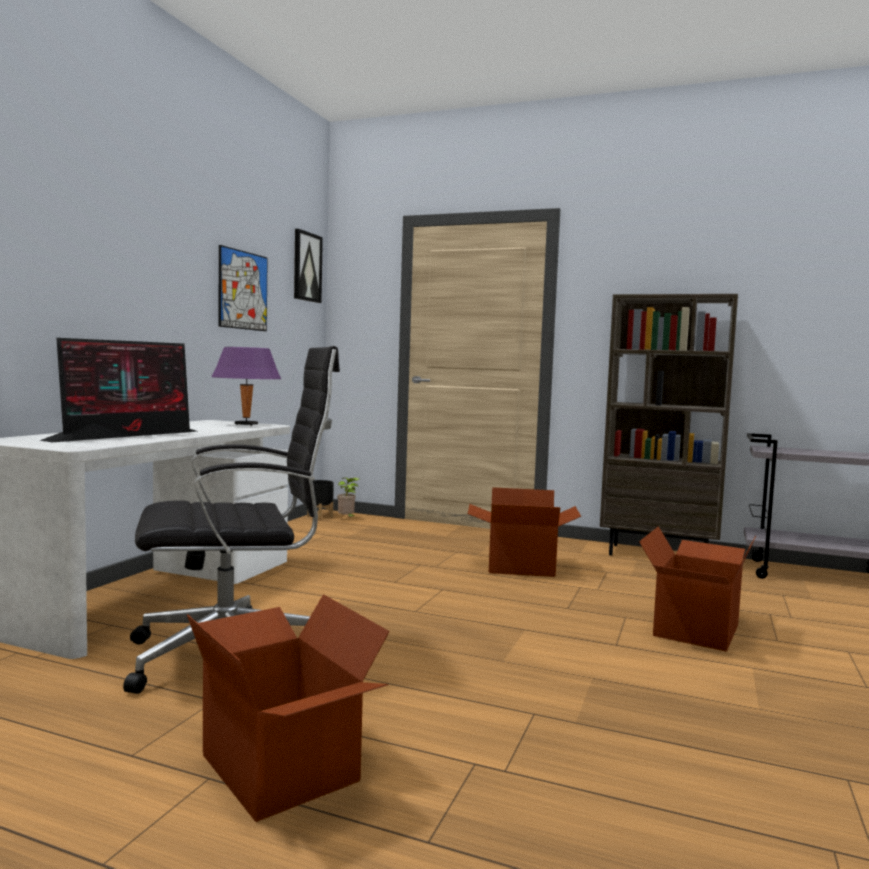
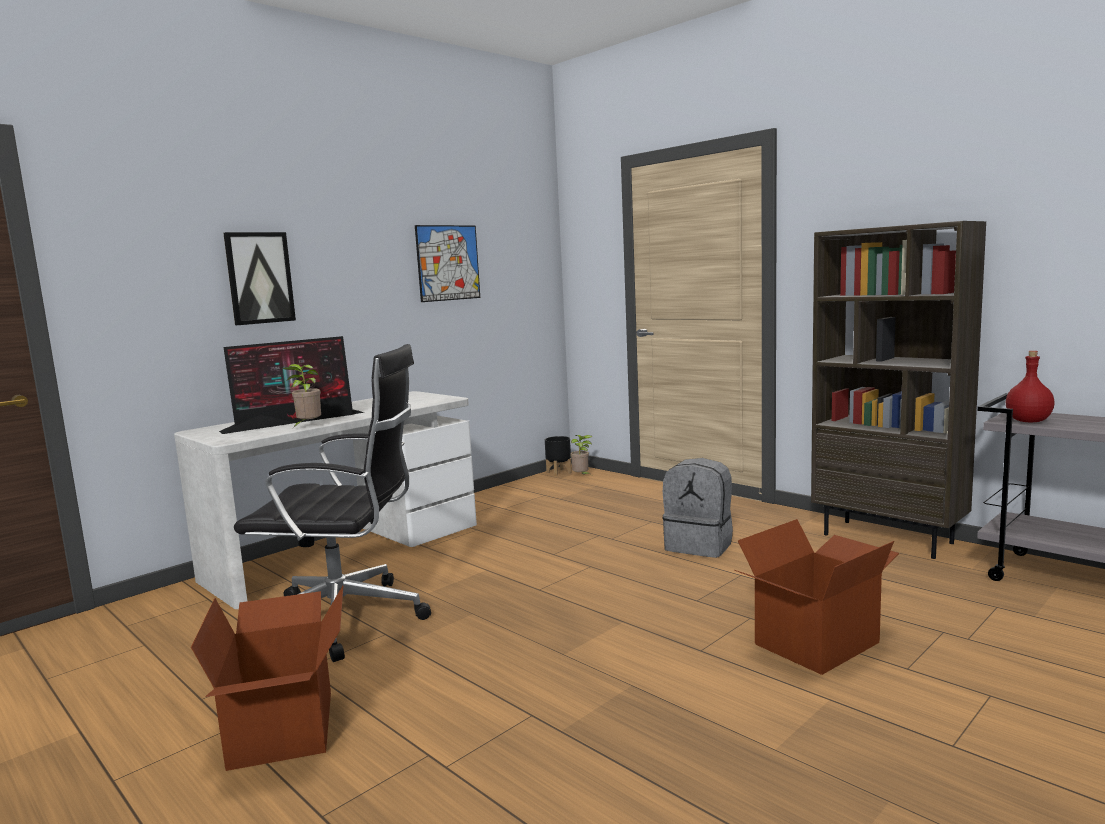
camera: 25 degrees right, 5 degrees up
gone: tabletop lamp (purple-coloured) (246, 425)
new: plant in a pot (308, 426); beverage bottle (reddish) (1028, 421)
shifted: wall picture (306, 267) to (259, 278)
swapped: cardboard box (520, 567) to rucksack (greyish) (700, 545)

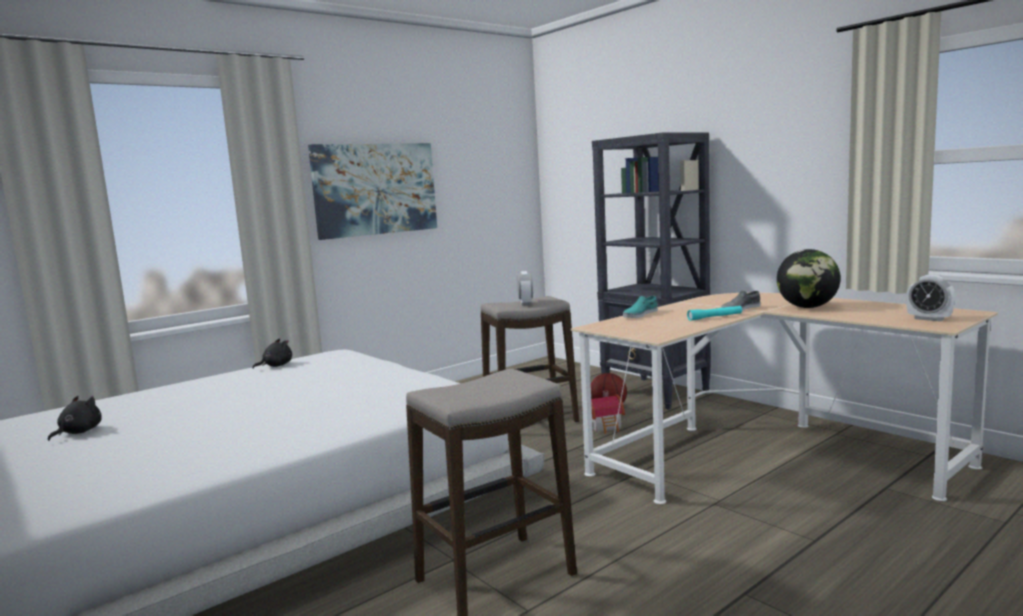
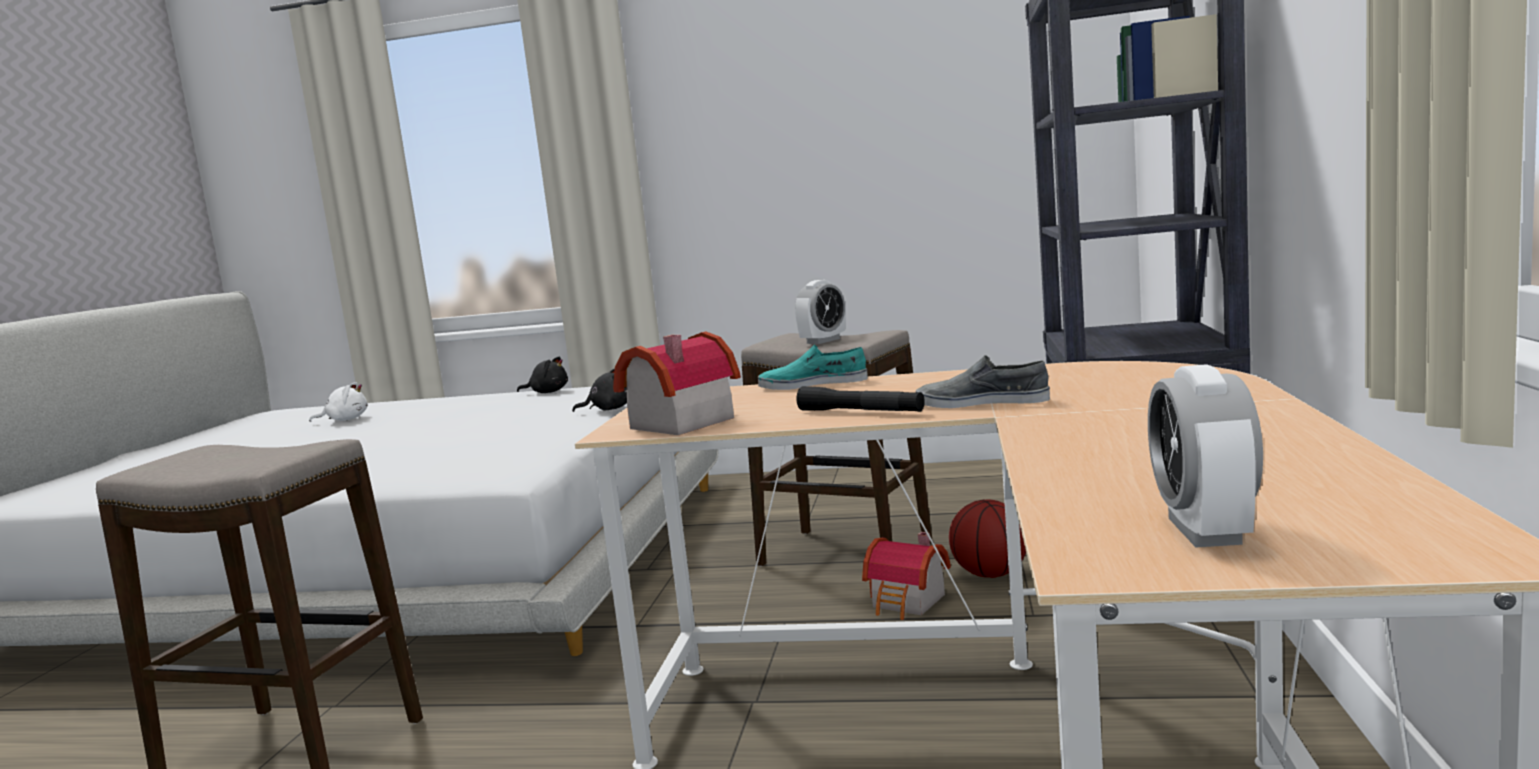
camera: 50 degrees right, 0 degrees up
gone: wall picture (375, 189); globe (807, 307)
new: cuddly toy (white-coloured) (345, 420); miniature house (675, 423)
shifted: cuddly toy (black-coloured) (78, 432) to (609, 409)
repainted: hand torch (blue-green) (715, 317) to hand torch (black-coloured) (860, 412)

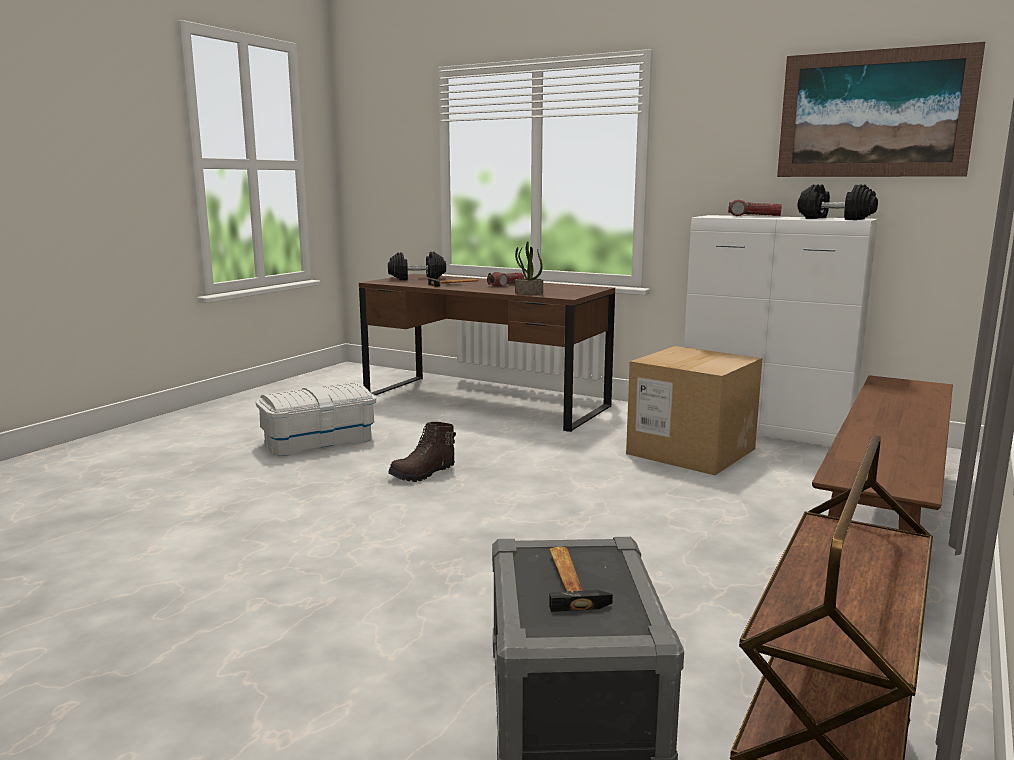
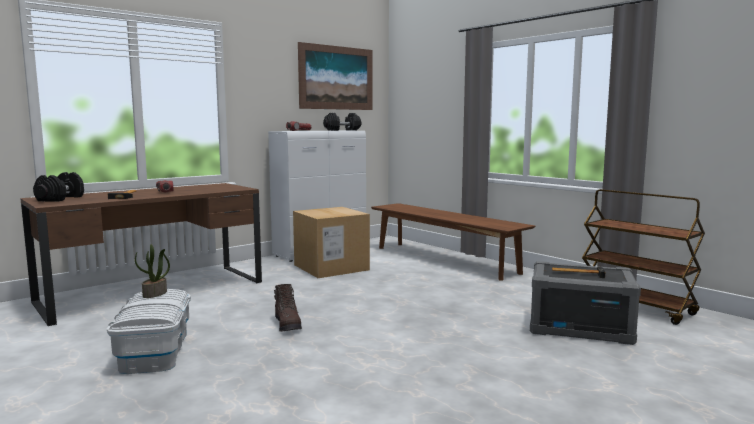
camera: 70 degrees left, 5 degrees down
shifted: plant in a pot (528, 293) to (155, 294)

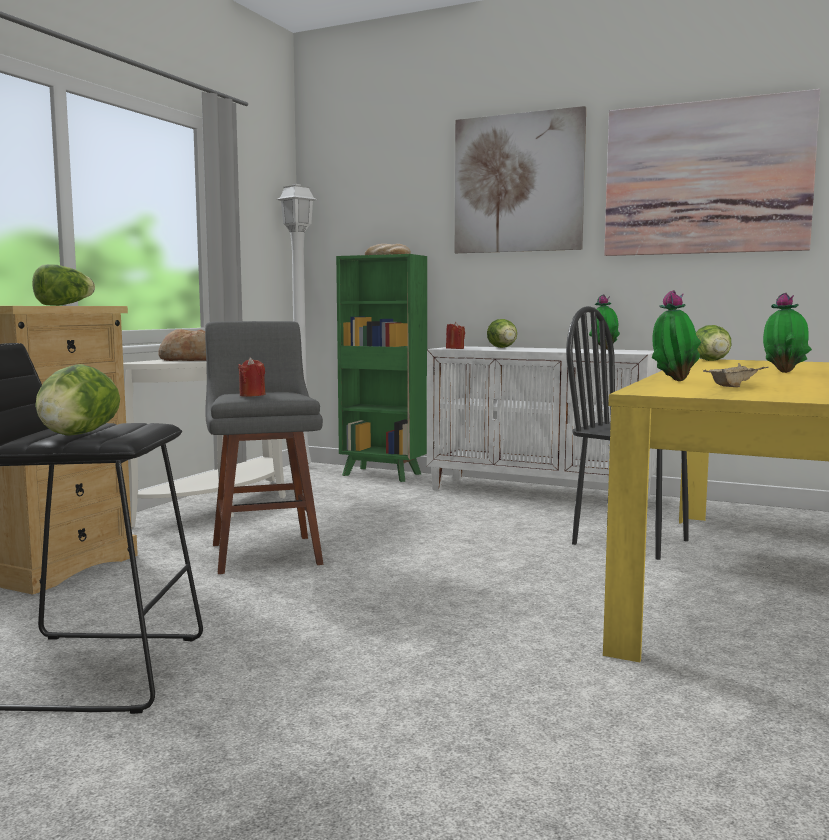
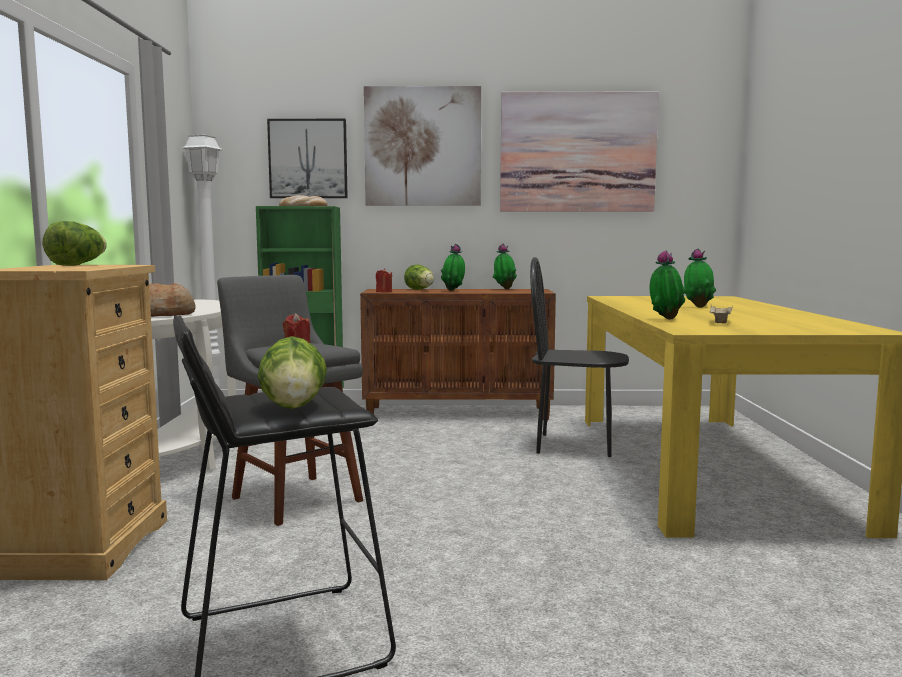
camera: 25 degrees left, 0 degrees up
gone: head of lettuce (713, 361)
new: wall picture (308, 159); plant in a pot (453, 290)
repainted: storage cabinet (white-coloured) (540, 493) to storage cabinet (brown-coloured) (458, 413)

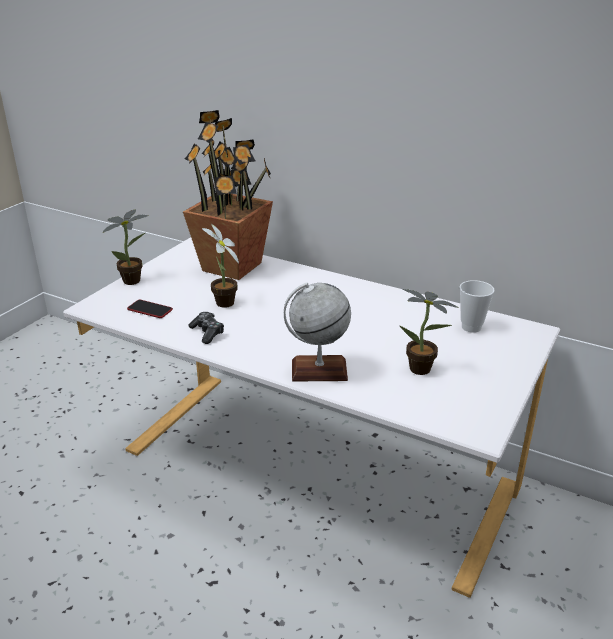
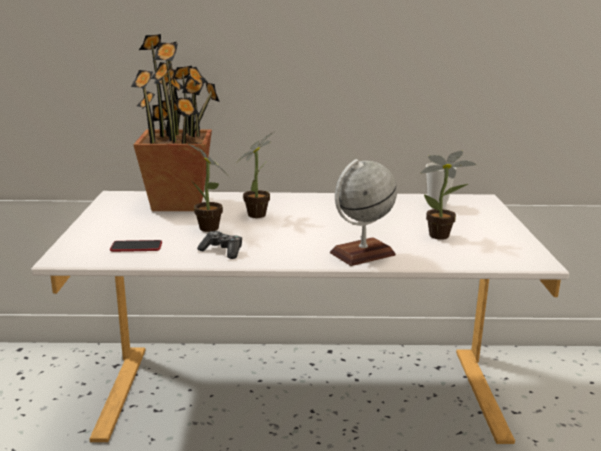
camera: 30 degrees left, 10 degrees down
shifted: plant in a pot (135, 280) to (259, 214)

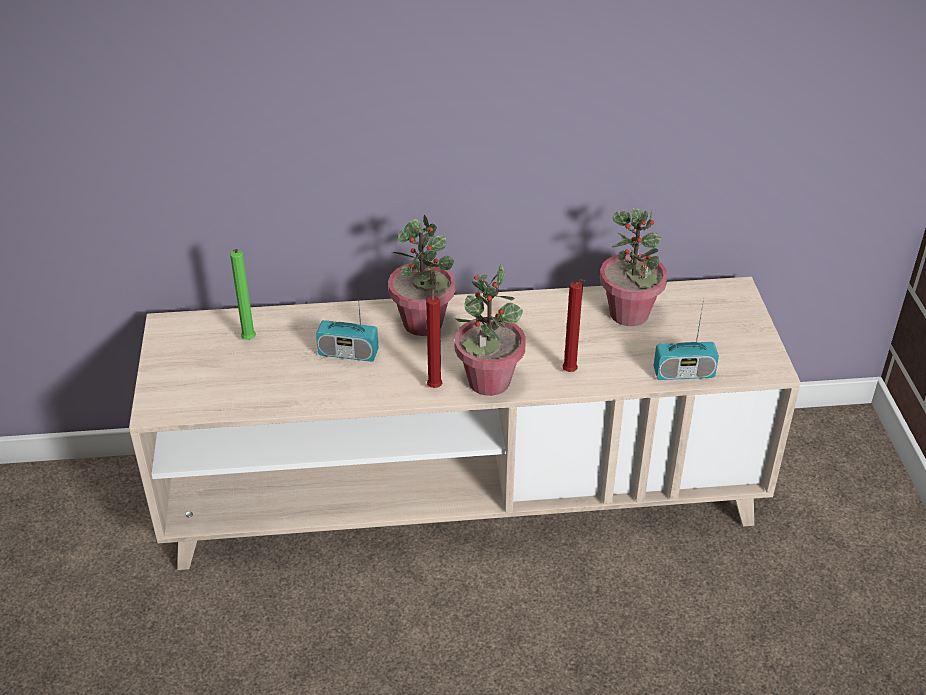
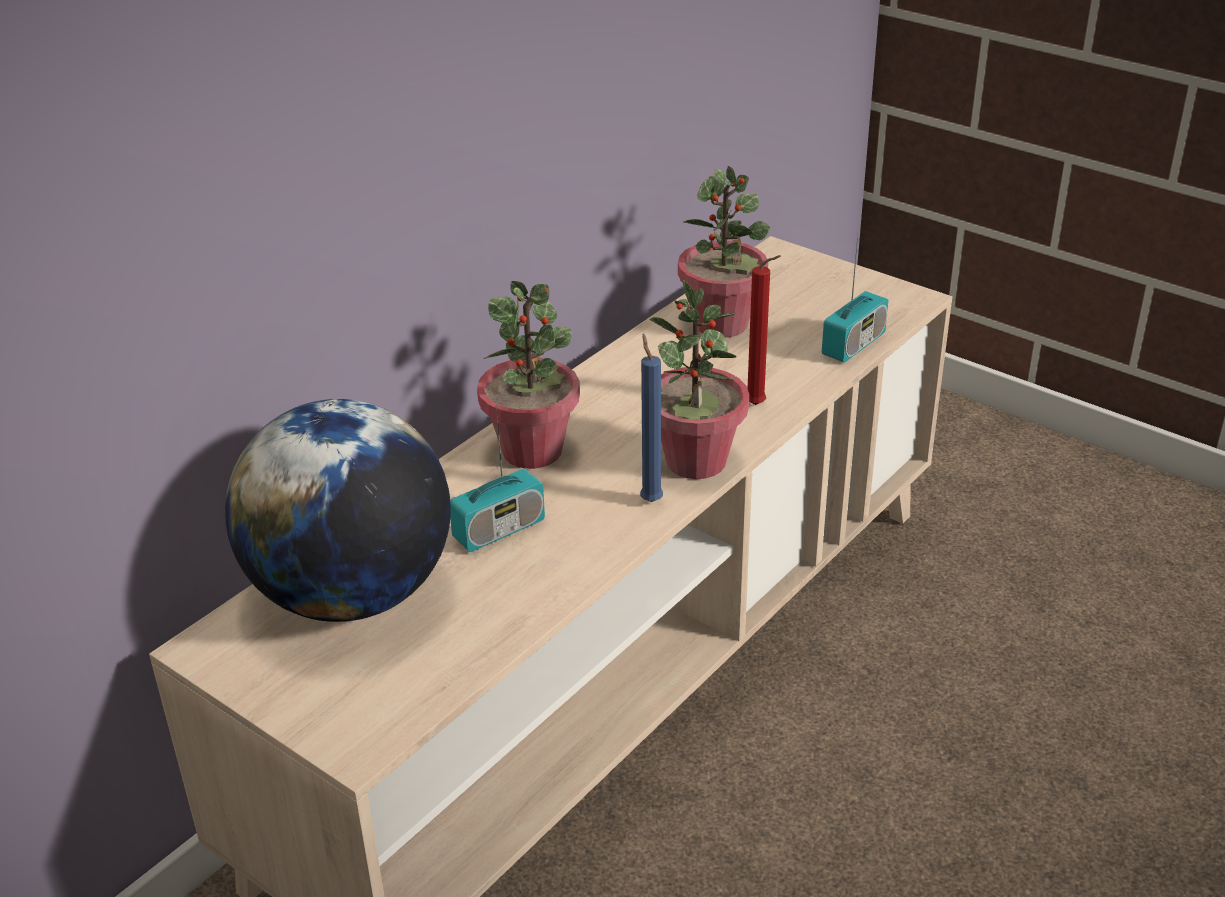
camera: 45 degrees left, 5 degrees down
swapped: wax candle (green-coloured) (248, 341) to globe (353, 594)
repainted: wax candle (reddish) (436, 386) to wax candle (blue) (650, 499)

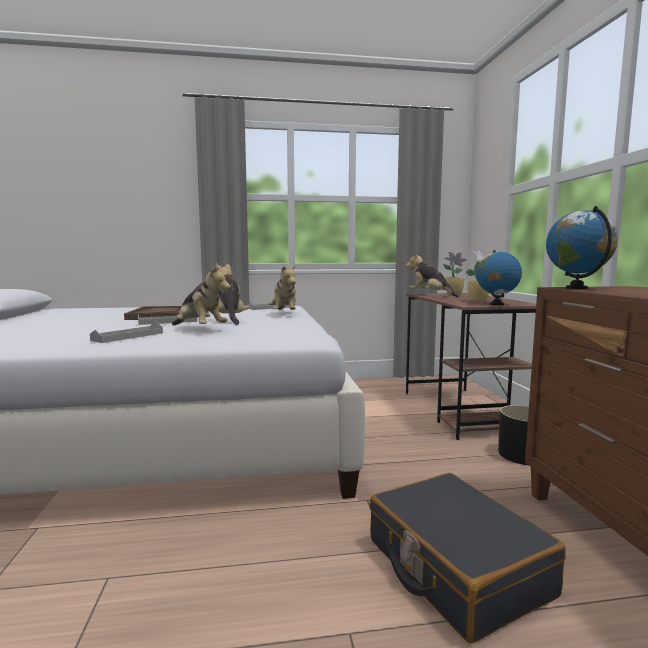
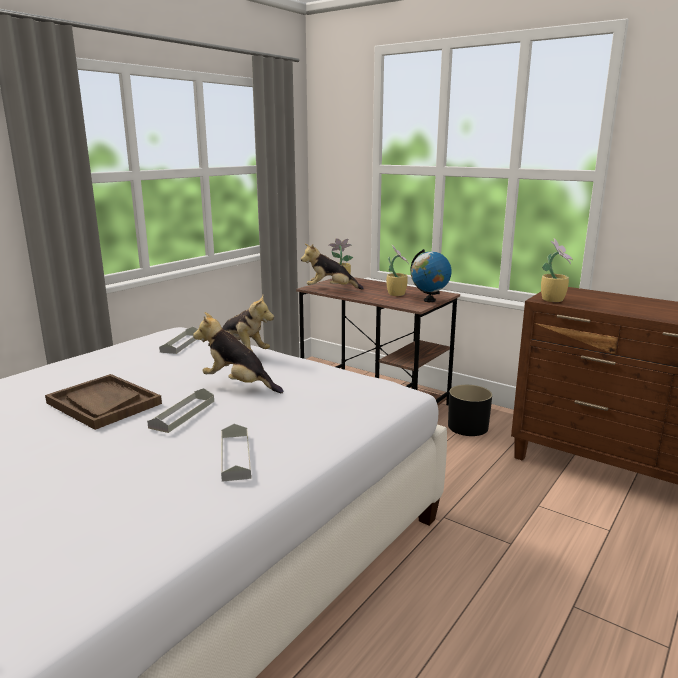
camera: 45 degrees left, 10 degrees up
gone: cuddly toy (200, 329); suitcase (black-coloured) (455, 567)
swapped: globe (577, 288) to plant in a pot (553, 300)

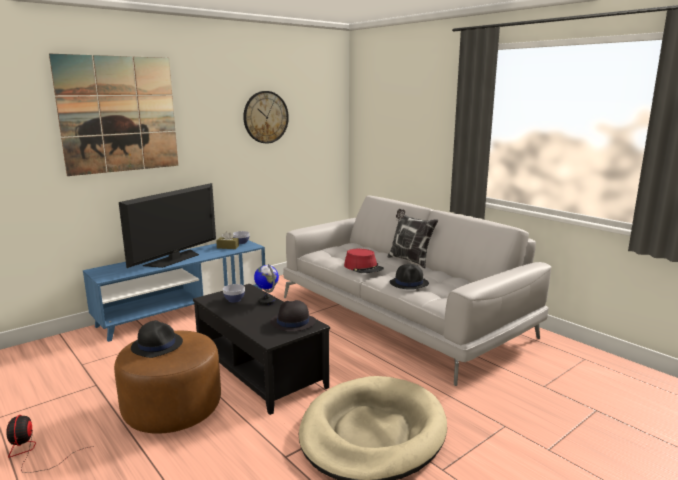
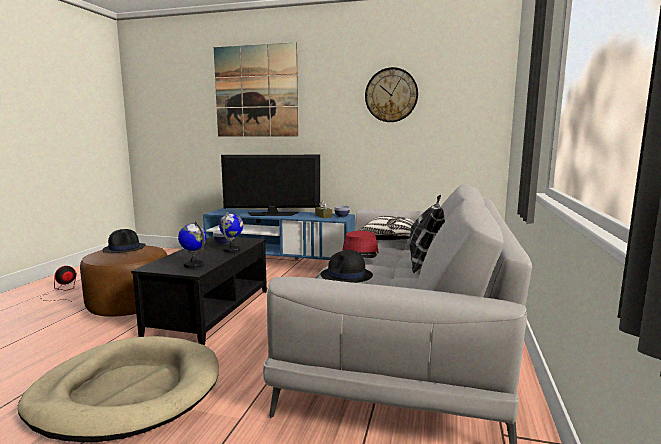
camera: 55 degrees right, 5 degrees down
new: throw pillow (392, 239)
swapped: wearable hat (black-coloured) (292, 322) to globe (193, 265)

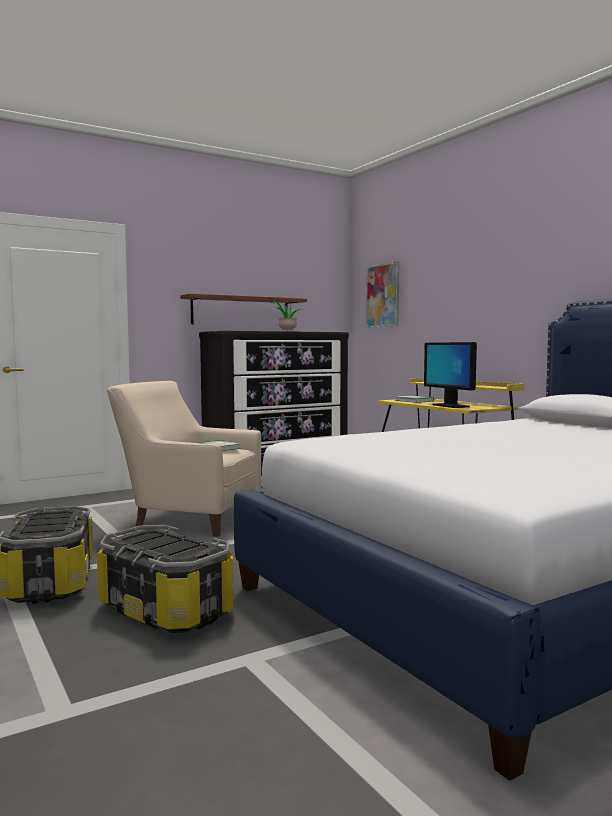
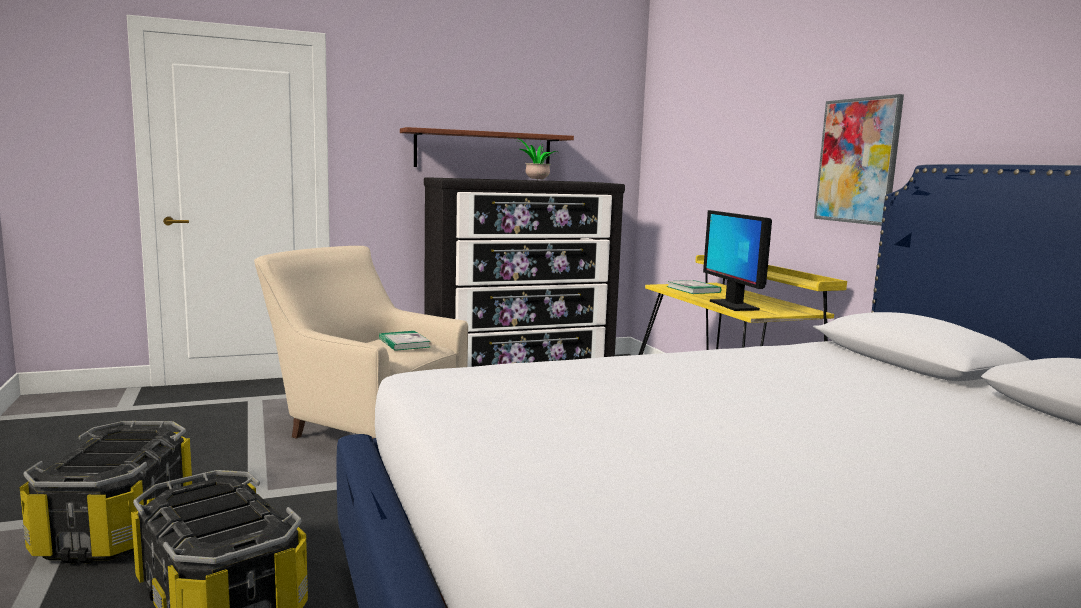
camera: 10 degrees right, 5 degrees up
shifted: wall picture (383, 295) to (857, 161)

